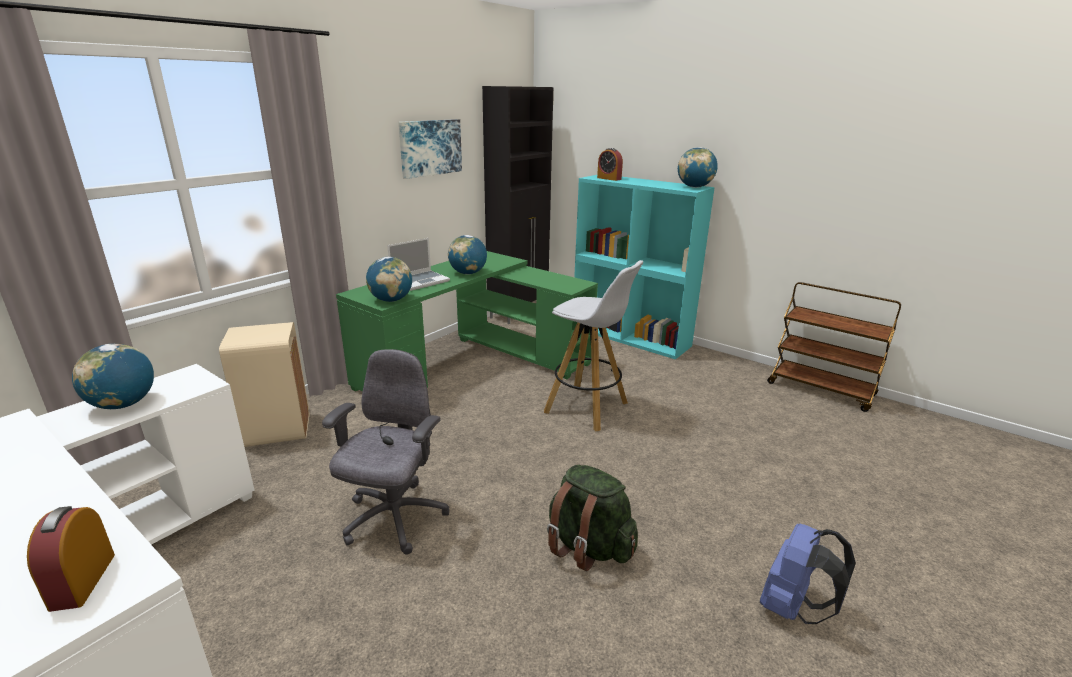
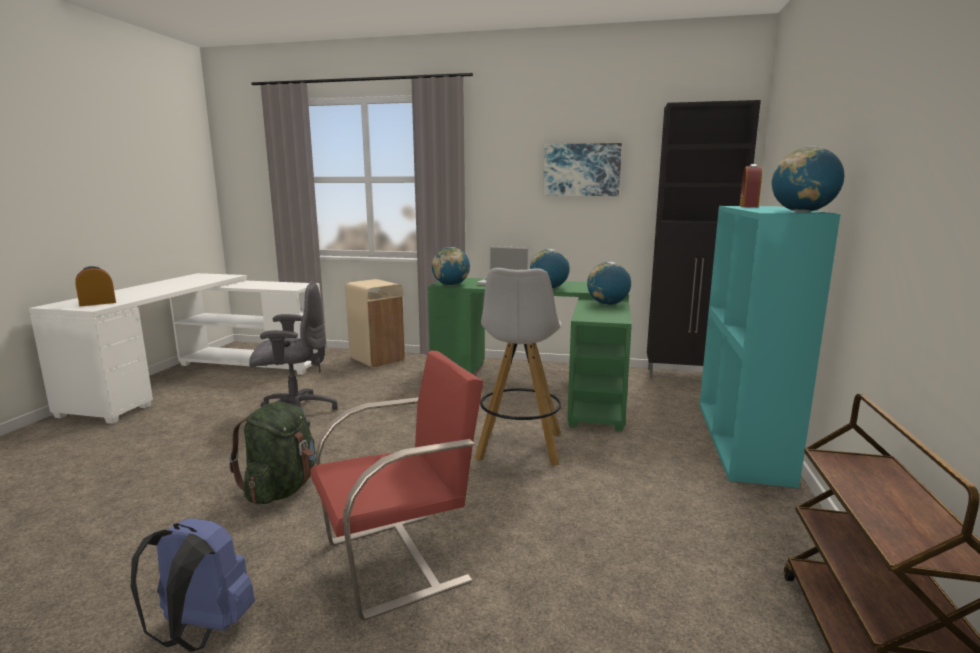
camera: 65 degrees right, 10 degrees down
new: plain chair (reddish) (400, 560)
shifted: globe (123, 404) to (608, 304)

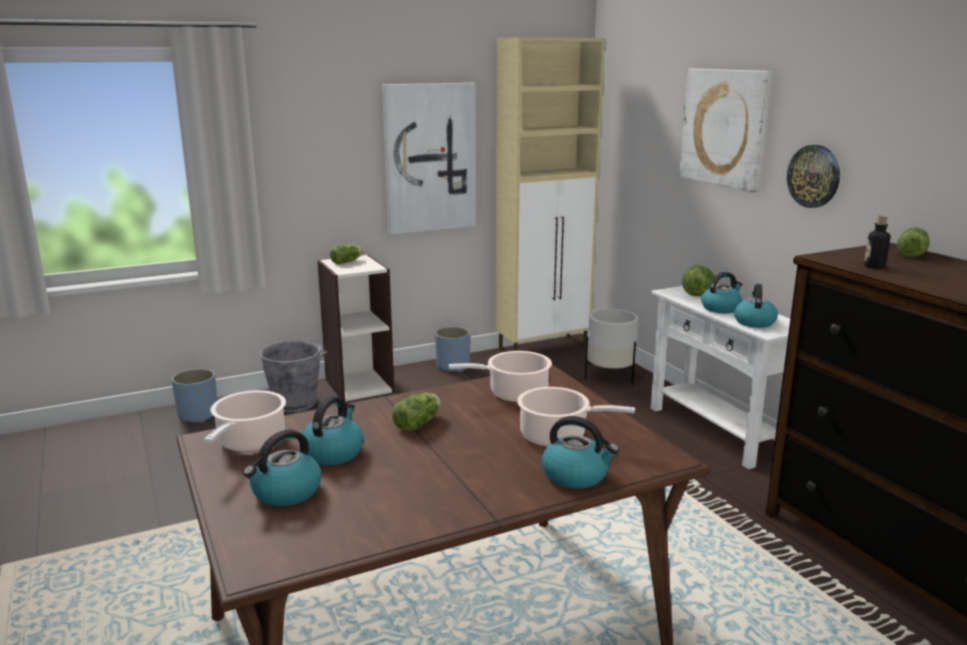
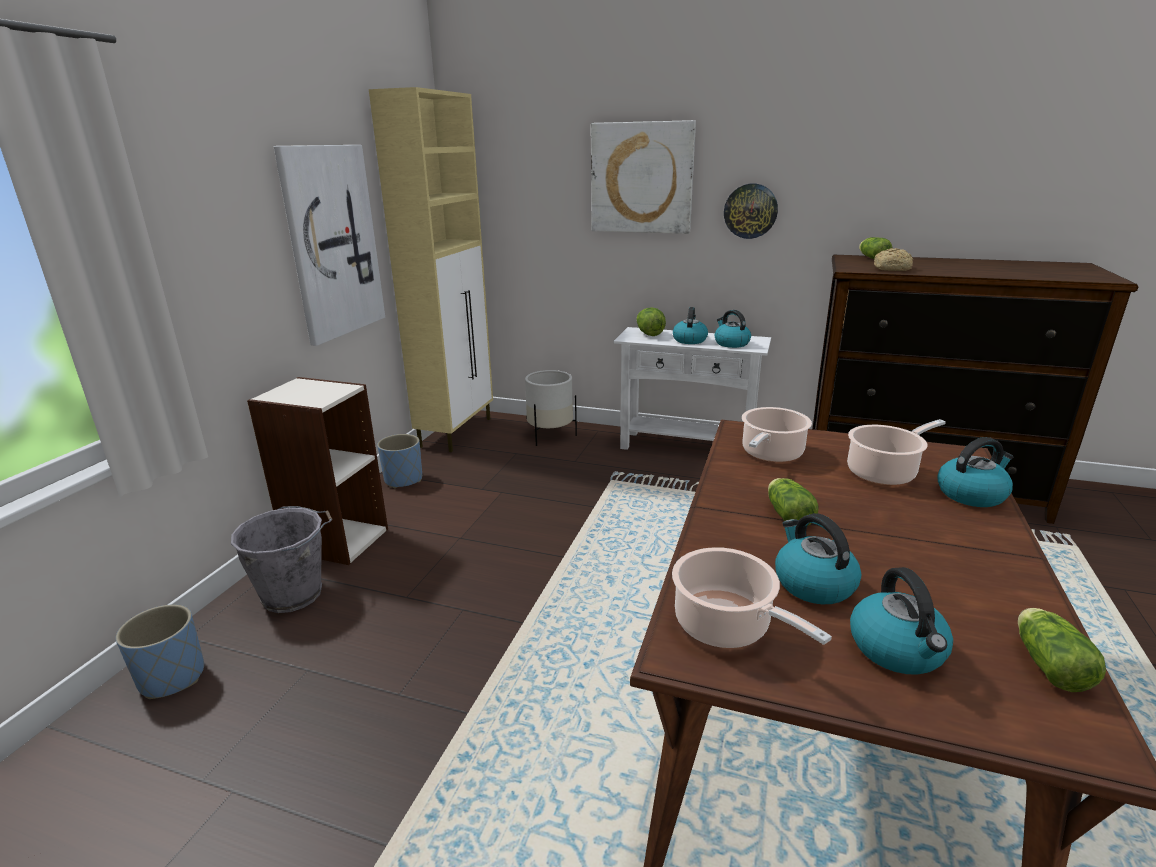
camera: 45 degrees left, 5 degrees up
shifted: head of lettuce (347, 262) to (1047, 663)
swapped: beverage bottle (874, 266) to baked bread (892, 269)

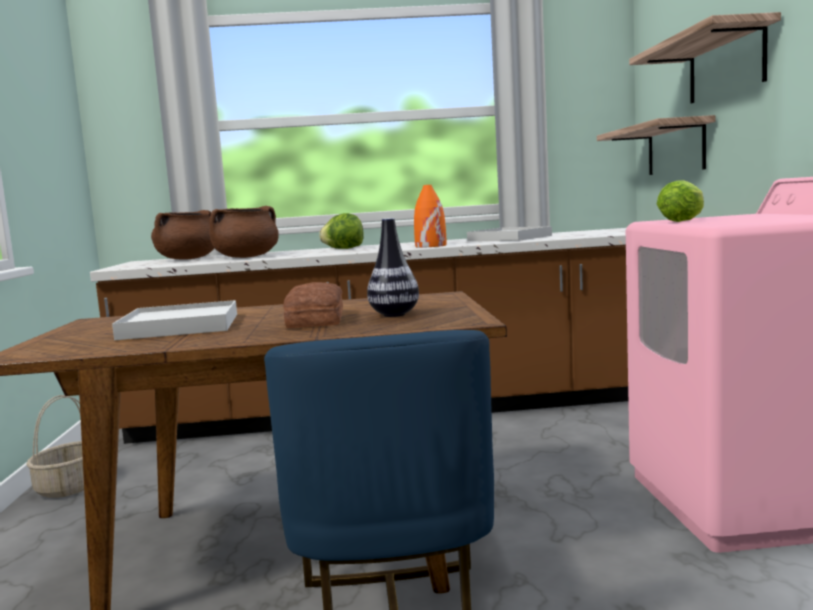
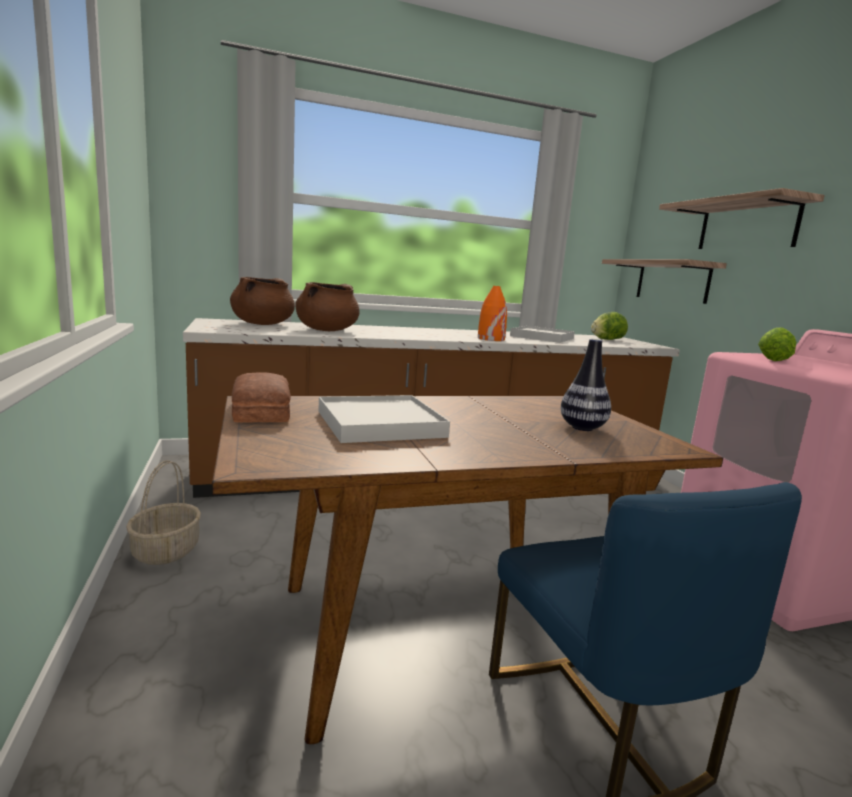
camera: 15 degrees left, 5 degrees up
shifted: baked bread (317, 319) to (263, 410); head of lettuce (343, 248) to (606, 339)

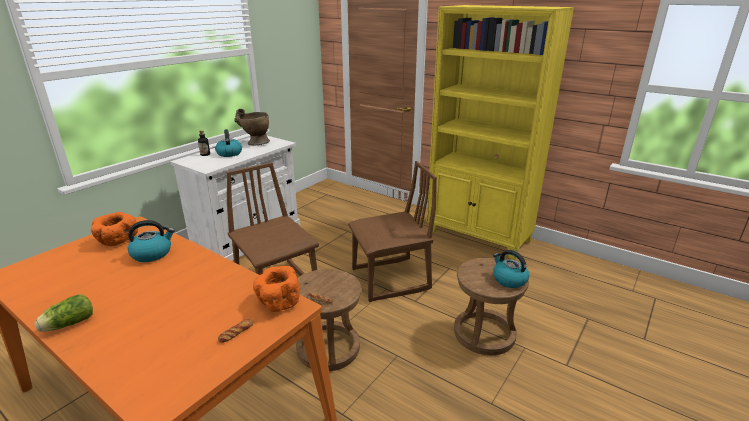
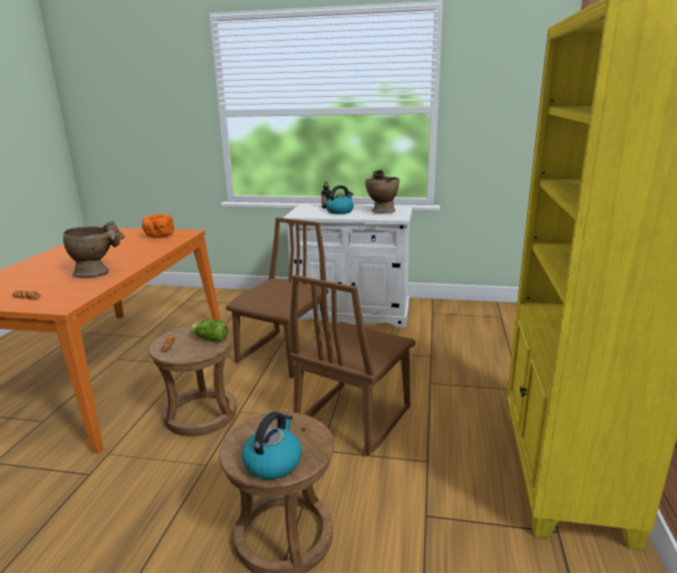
camera: 65 degrees right, 5 degrees down
gone: tea kettle (152, 253); serving bowl (orangey) (278, 302)
new: flower vase (beige-coloured) (98, 272)
shifted: head of lettuce (67, 325) to (209, 339)
rotated: plain chair (brown-coloured) (390, 280) = (352, 418) 75 degrees clockwise

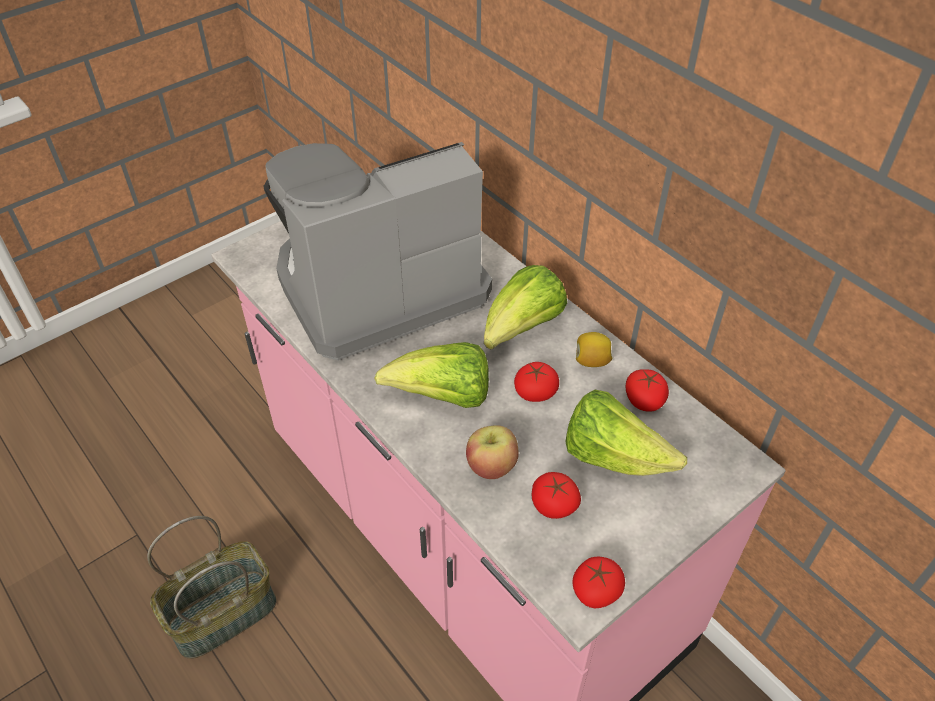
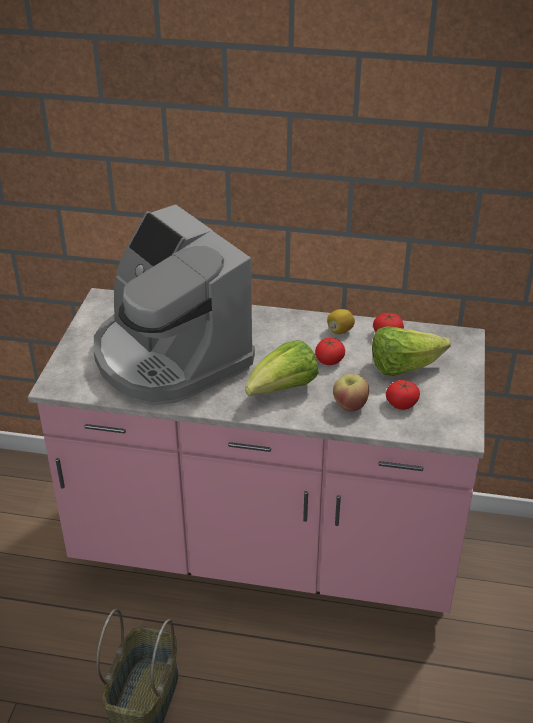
camera: 40 degrees left, 10 degrees down
gone: head of lettuce (522, 329); tomato (596, 590)
rotated: coffee brewer (377, 286) = (169, 357) 60 degrees counterclockwise

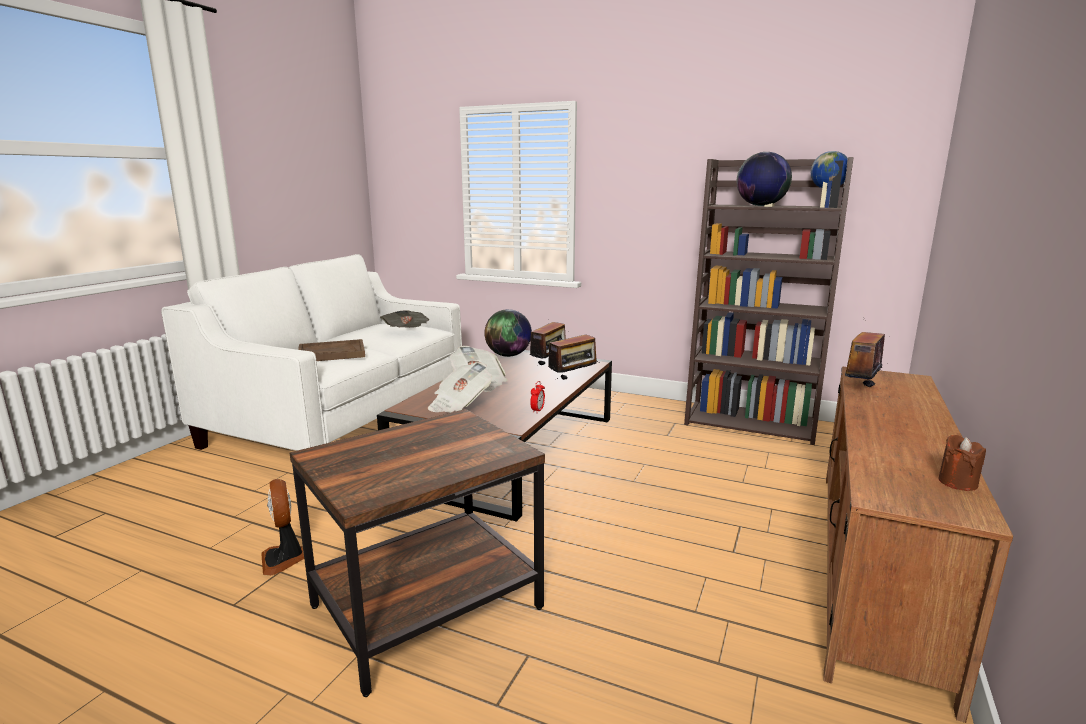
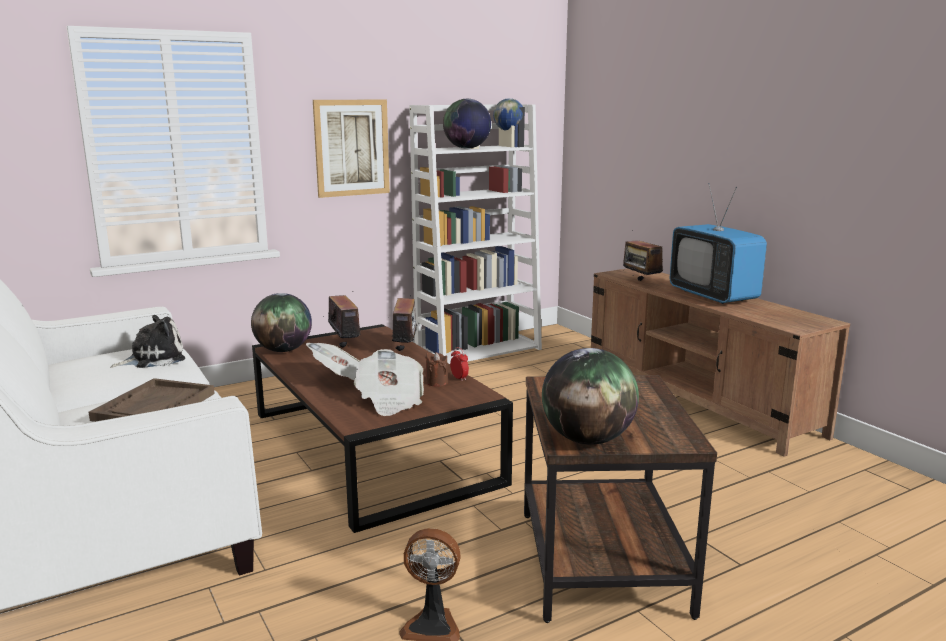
camera: 55 degrees left, 0 degrees up
new: wall picture (352, 148); globe (588, 439); television (713, 296)
shifted: wax candle (brown-coloured) (957, 483) to (436, 382)
swapped: daily paper (406, 332) to cuddly toy (153, 359)
repainted: bookcase (brown-coloured) (752, 422) to bookcase (white-coloured) (479, 350)

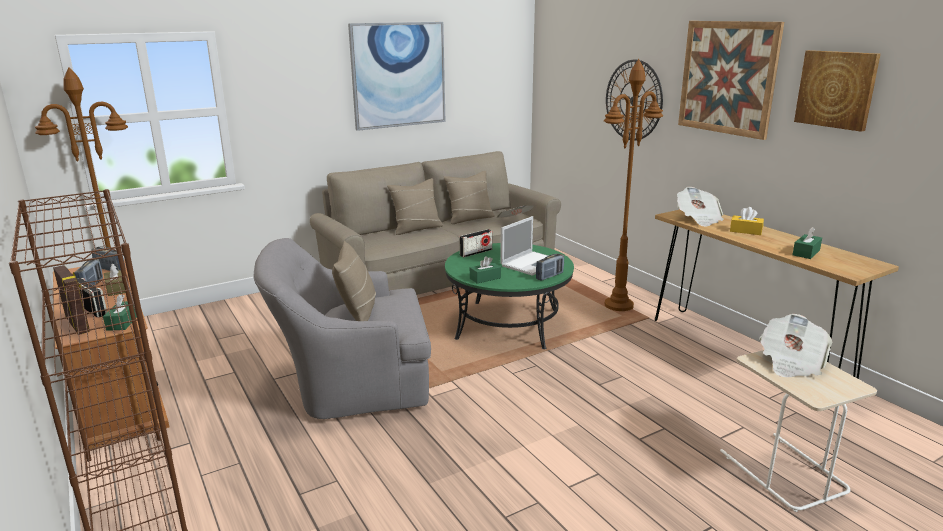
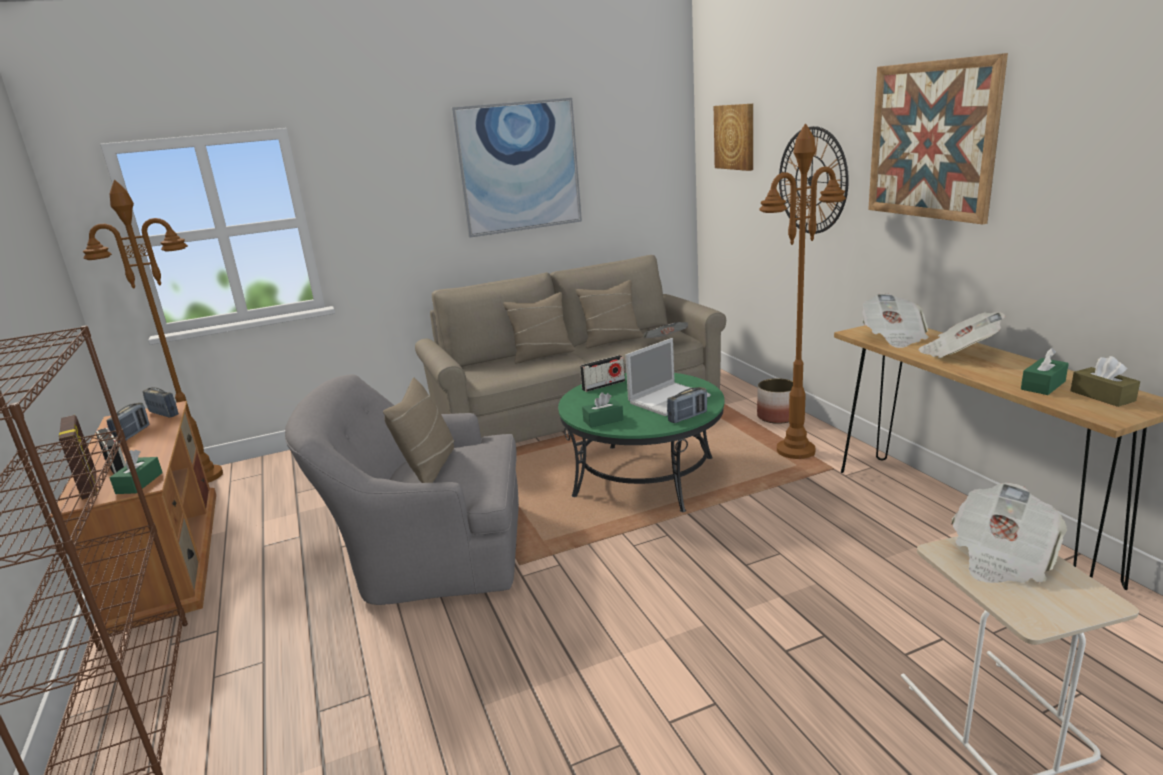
camera: 10 degrees right, 0 degrees up
new: flower pot (777, 416)
shifted: tissue box (brown-coloured) (116, 289) to (1102, 396); wall picture (836, 89) to (735, 137)
swapped: tissue box (yellowish) (745, 231) to daily paper (958, 353)

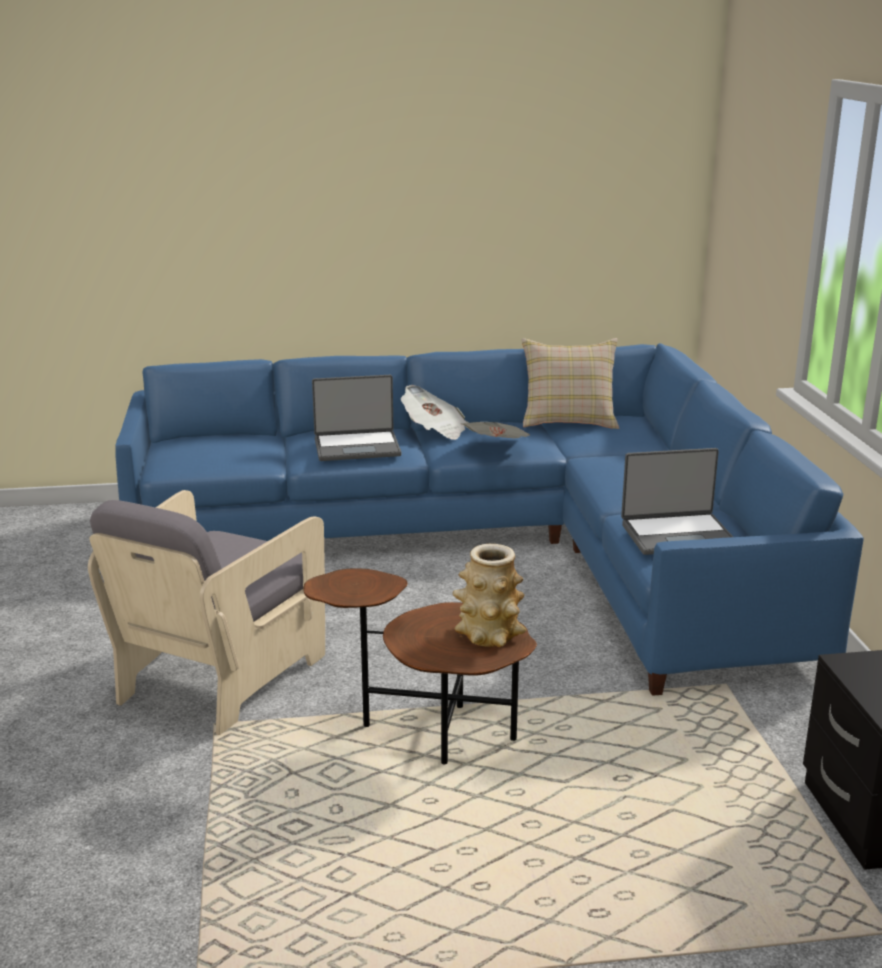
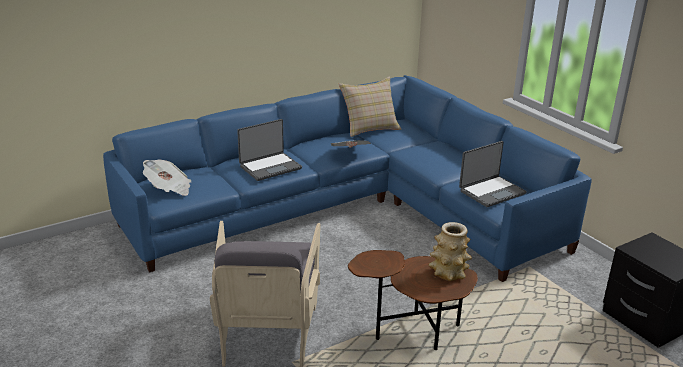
camera: 25 degrees left, 5 degrees up
shifted: daily paper (435, 429) to (169, 188)

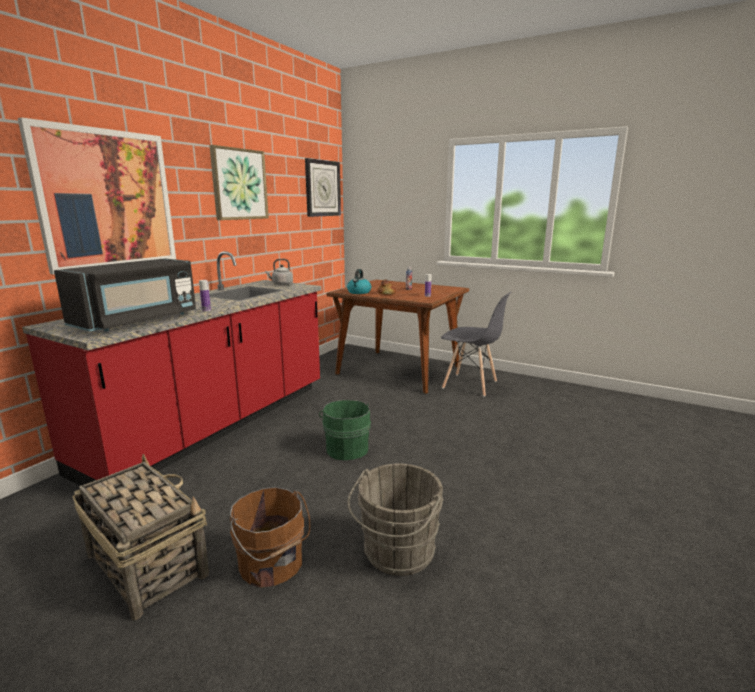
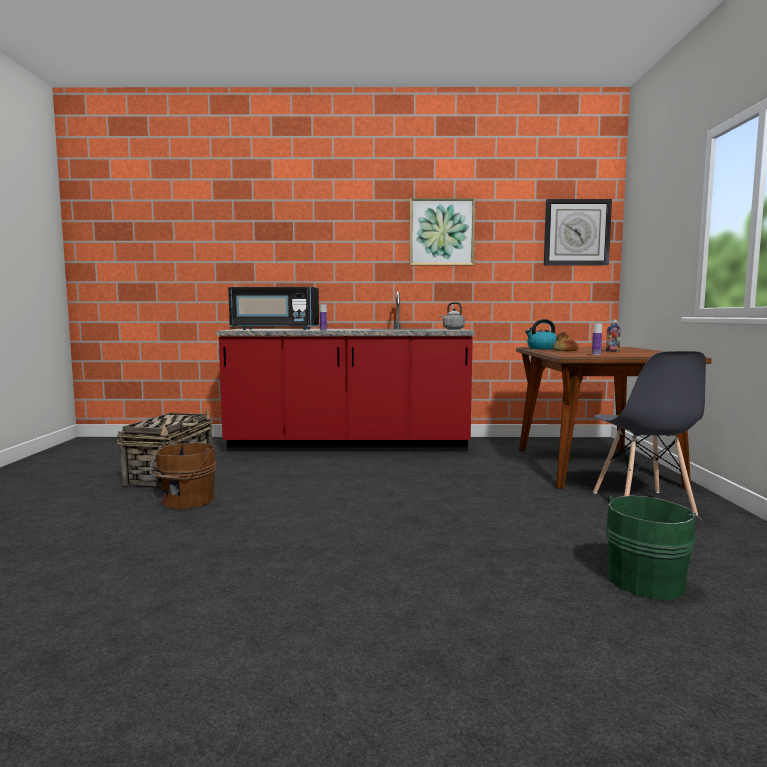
camera: 60 degrees right, 10 degrees down
gone: wall picture (107, 200); bucket (greyish) (396, 553)
shifted: bucket (green-coloured) (346, 448) to (647, 580)

